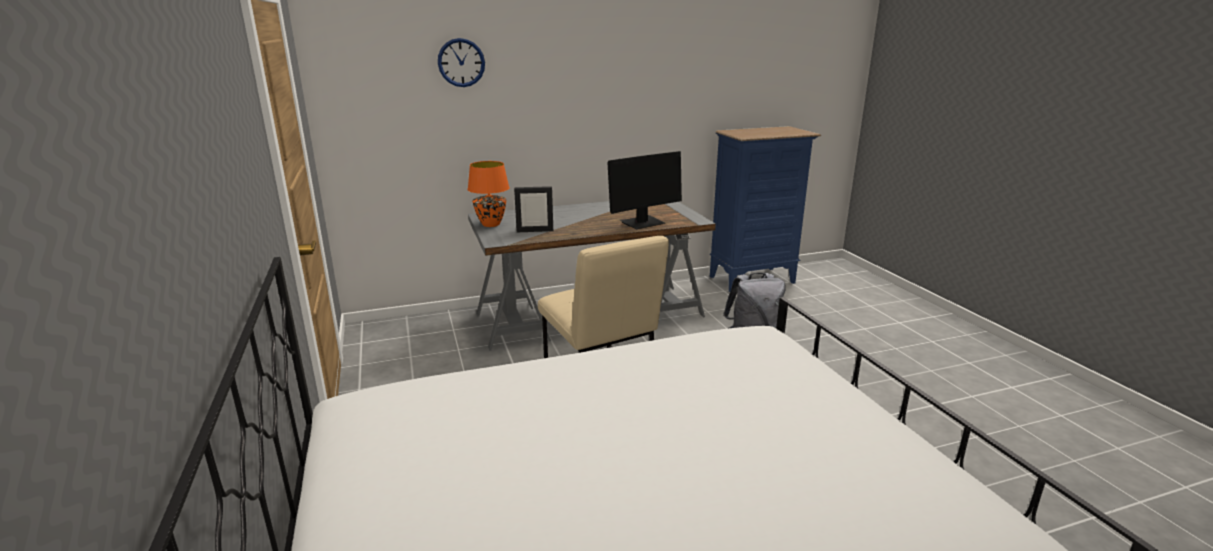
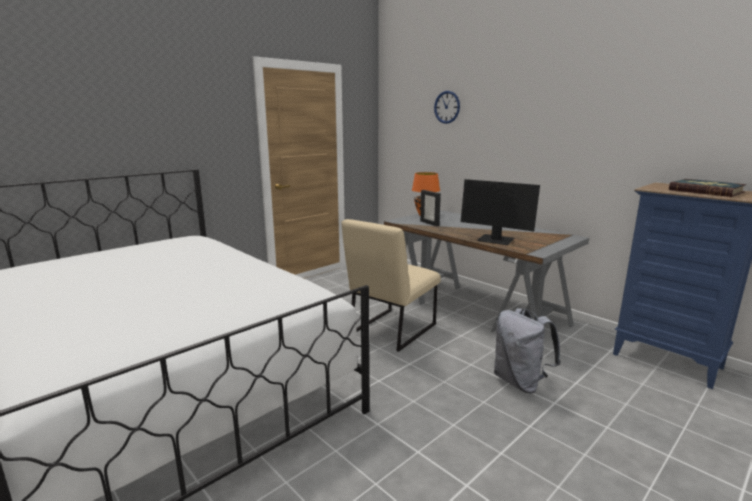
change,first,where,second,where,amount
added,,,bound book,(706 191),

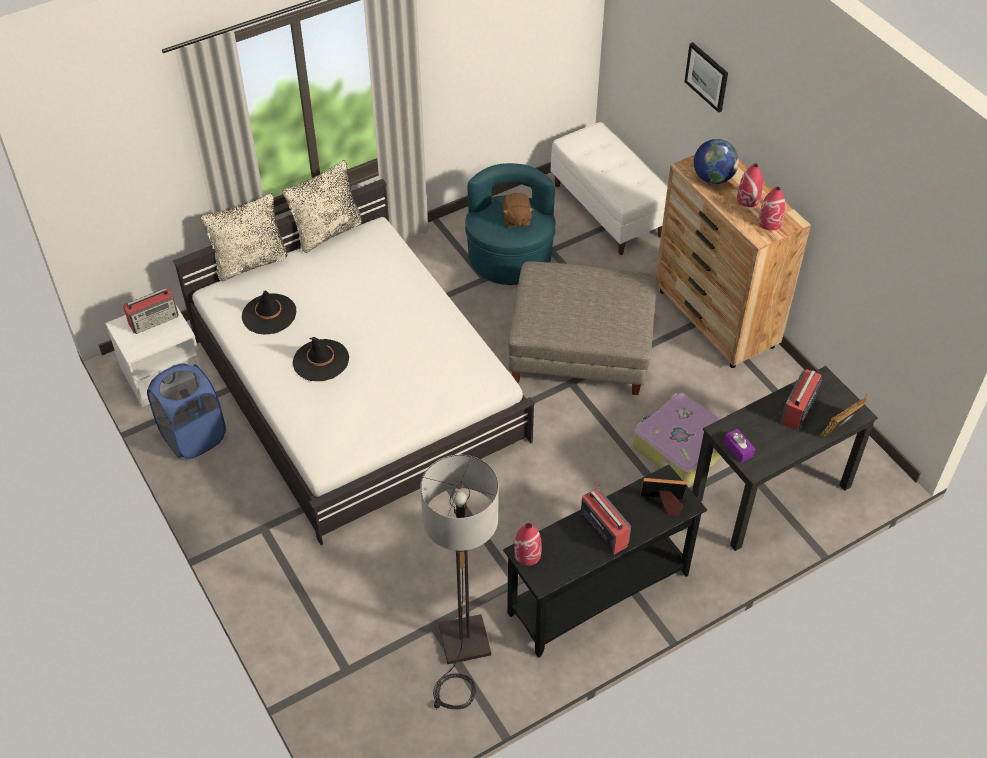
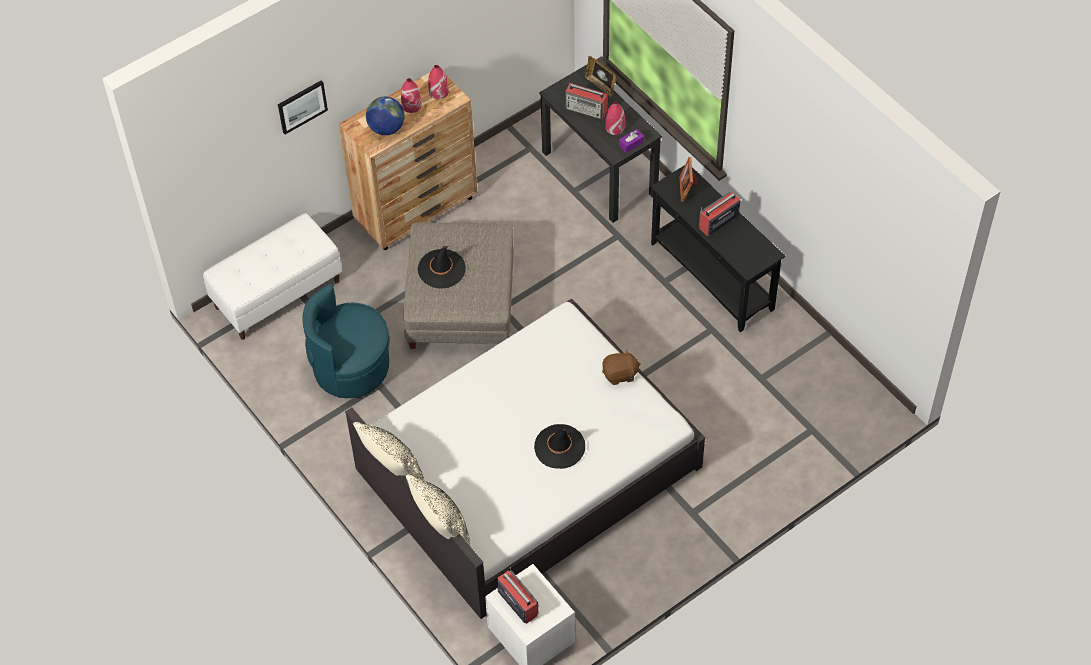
change,first,where,second,where,amount
removed,washing basket/blue,(194 437),,,
moved,hat/black-coloured,(269 314),,(441 269),
removed,standard lamp,(461 656),,,
moved,soft toy/brown-coloured,(516 219),,(620 374),
moved,flower vase/reddish,(527 554),,(615 127),
removed,travel case,(680 446),,,

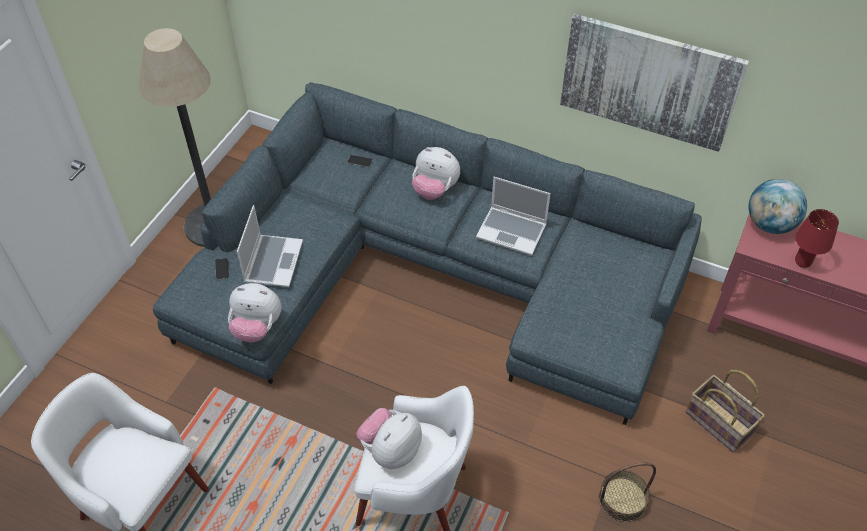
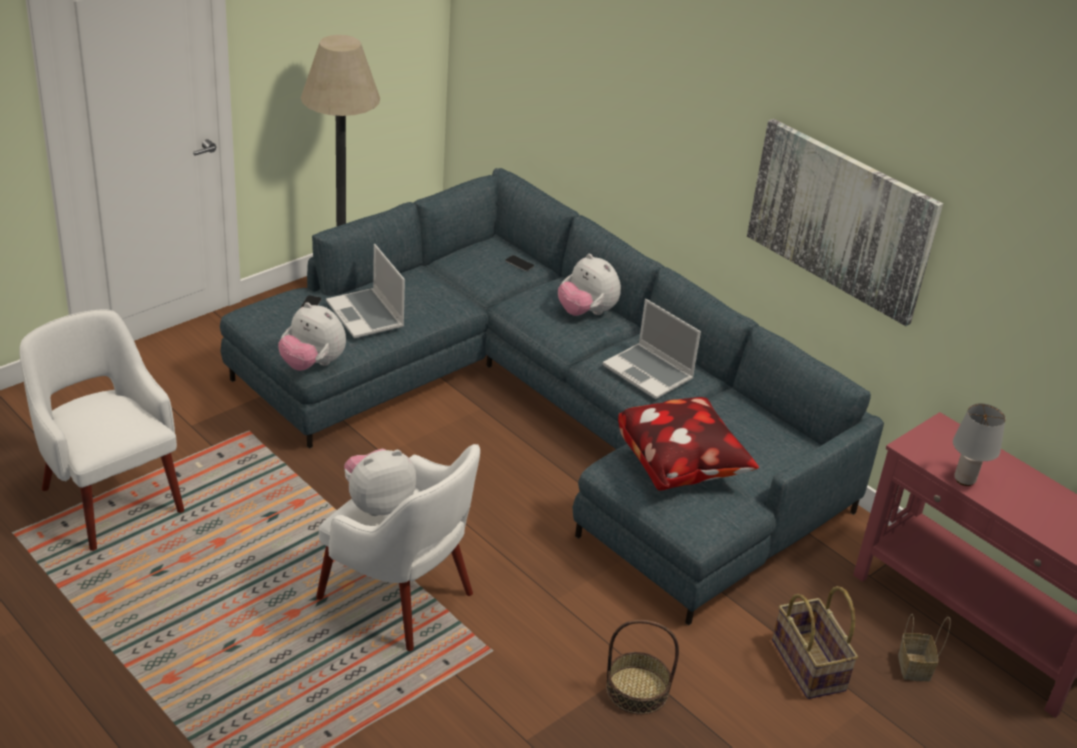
change,first,where,second,where,amount
turned,portable computer,(273 261),,(366 315),120 degrees clockwise
removed,world globe,(769 224),,,
recoloured,table lamp/reddish,(802 261),table lamp/grey,(964 479),
added,,,throw pillow,(681 466),
added,,,storage basket,(915 668),

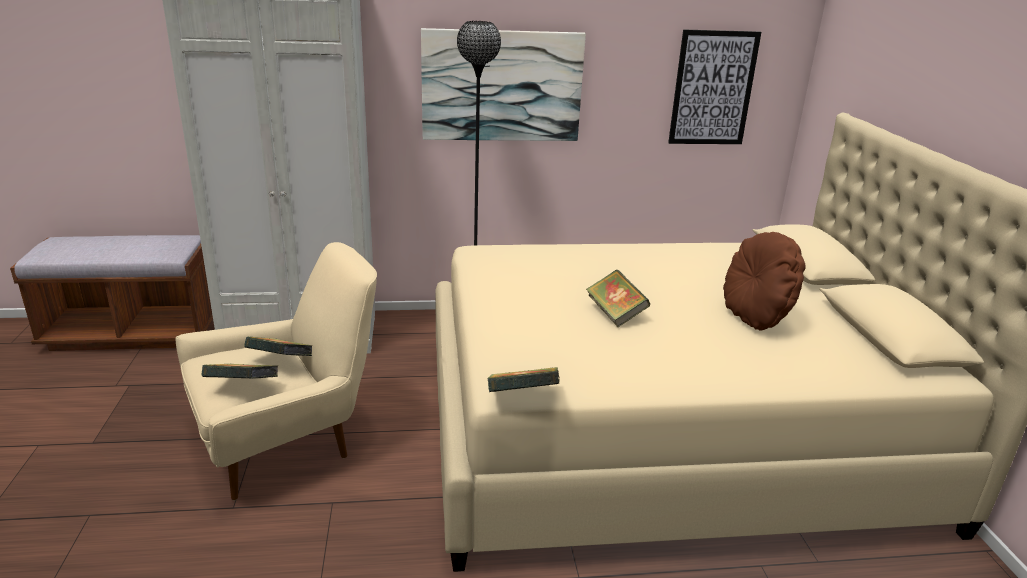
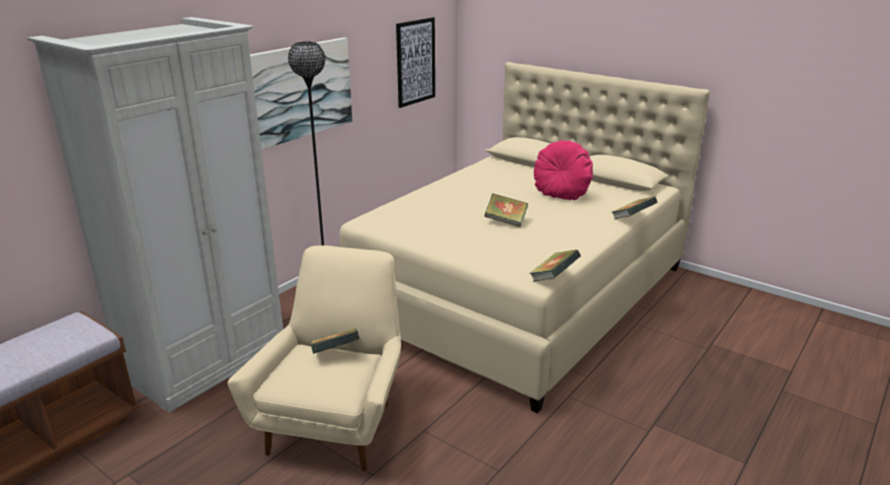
change,first,where,second,where,amount
moved,bound book,(243 388),,(632 219),
recoloured,throw pillow/brown-coloured,(754 318),throw pillow/pinkish,(561 196),

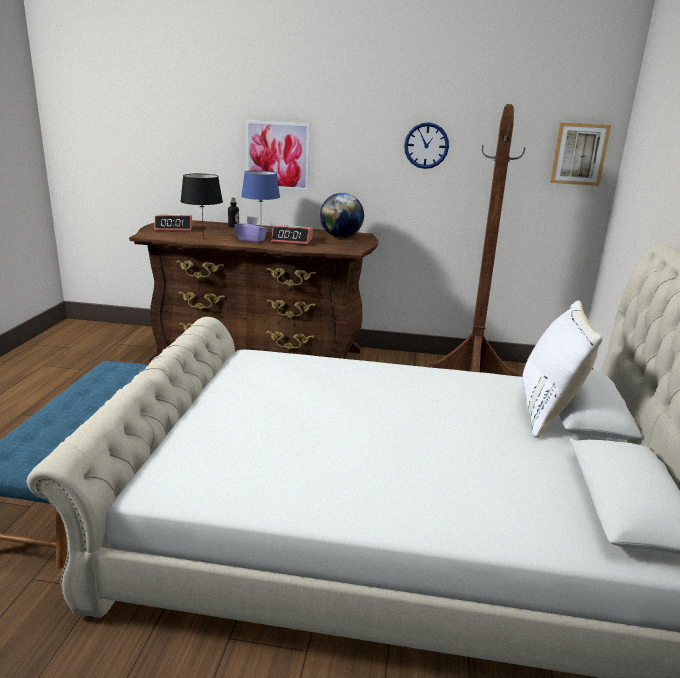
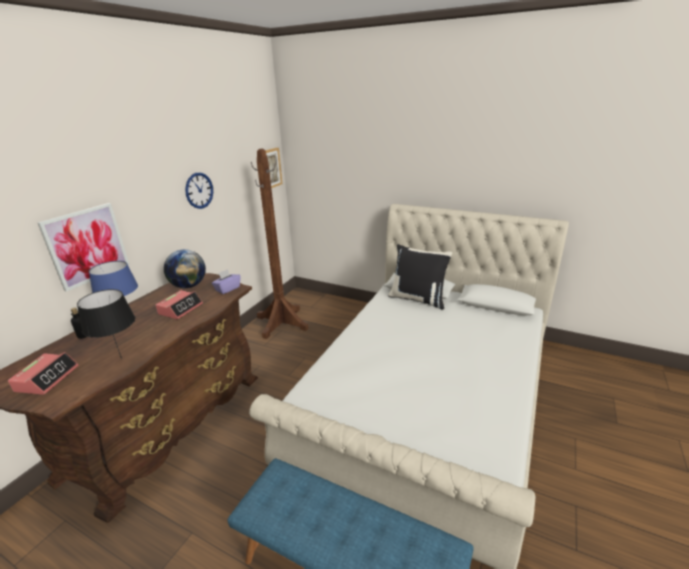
change,first,where,second,where,amount
moved,box of tissues/purplish,(251 240),,(227 289),
recoloured,throw pillow/white,(549 411),throw pillow/black-coloured,(418 299),

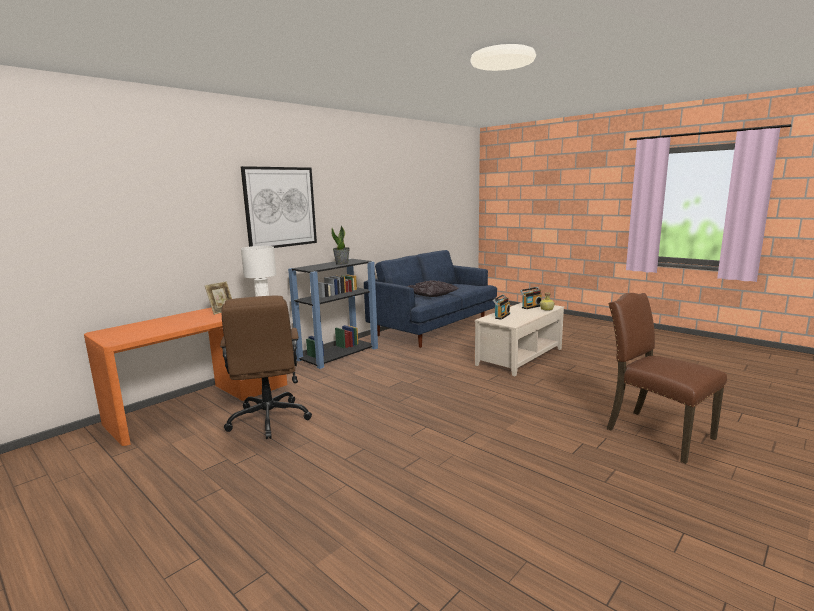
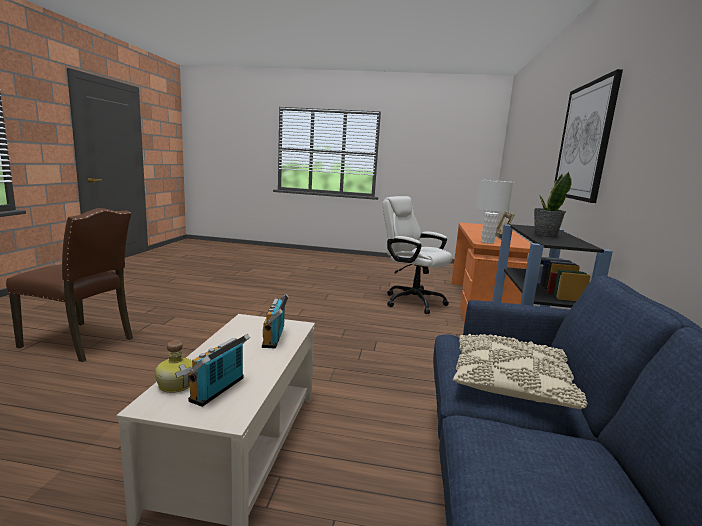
change,first,where,second,where,amount
recoloured,computer chair/brown-coloured,(269 421),computer chair/white,(411 301),
recoloured,throw pillow/black-coloured,(431 295),throw pillow/sand-coloured,(510 383),

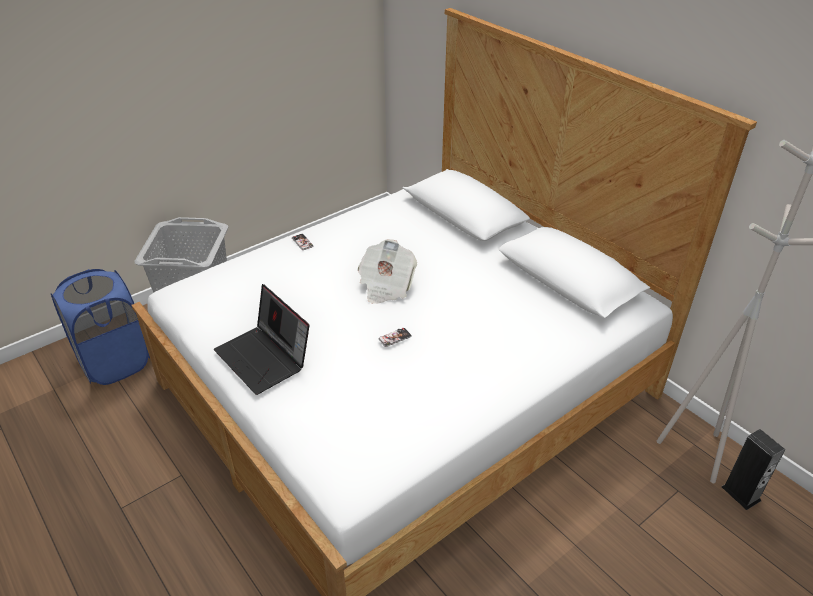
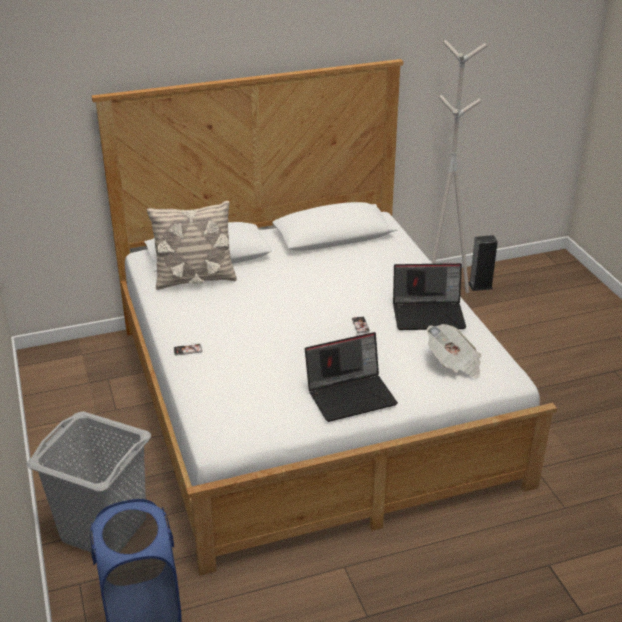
change,first,where,second,where,amount
moved,printed paper,(386 285),,(454 364),
added,,,throw pillow/sand-coloured,(195 280),
added,,,portable computer,(429 314),

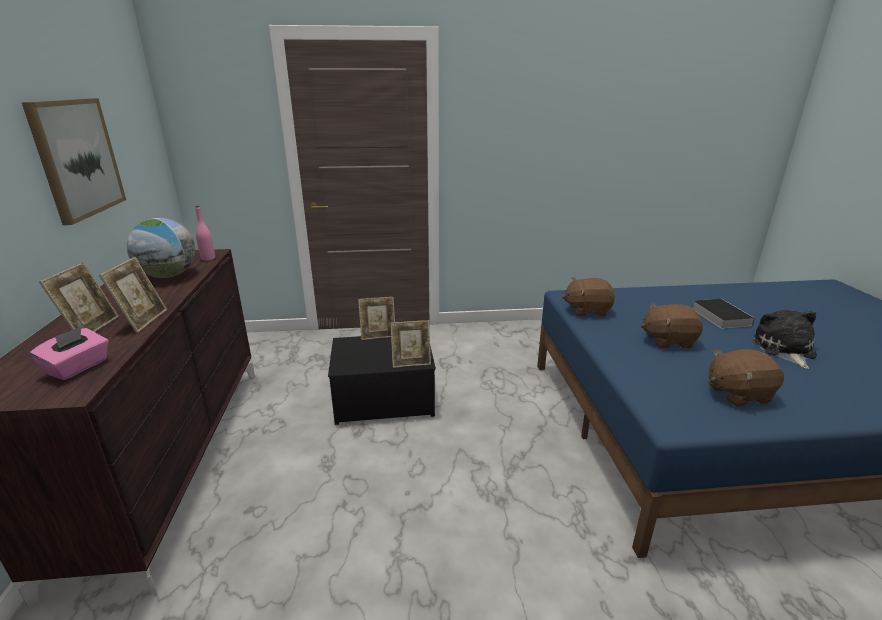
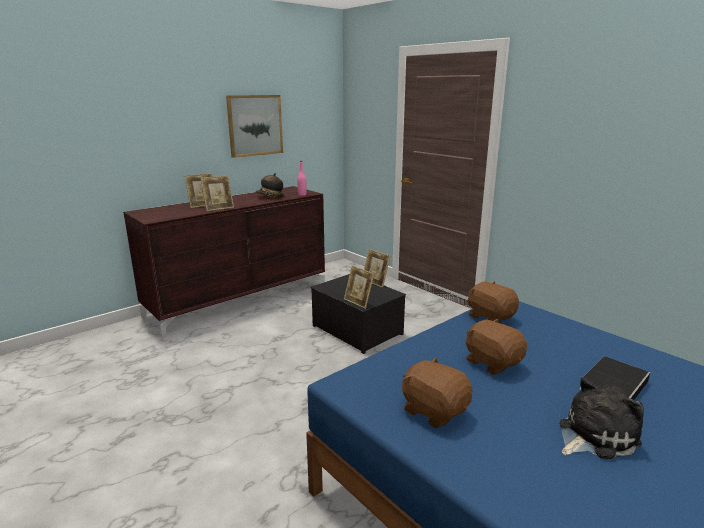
change,first,where,second,where,amount
removed,box of tissues/pinkish,(78 367),,,
replaced,world globe,(169 276),hat,(270 197),

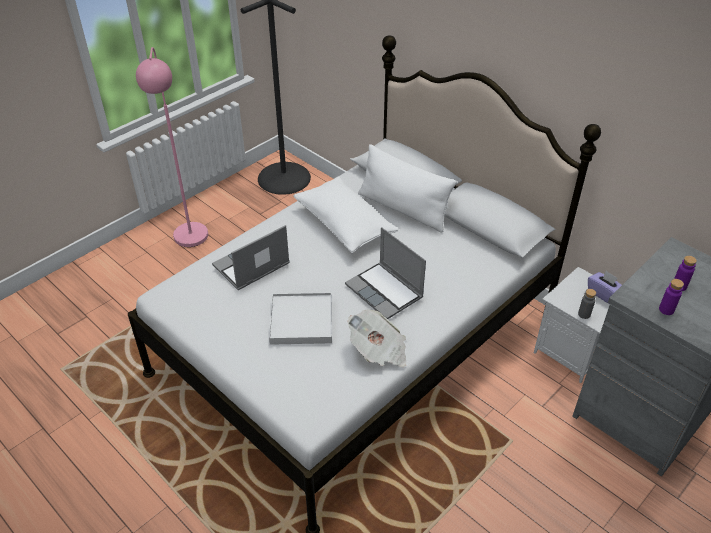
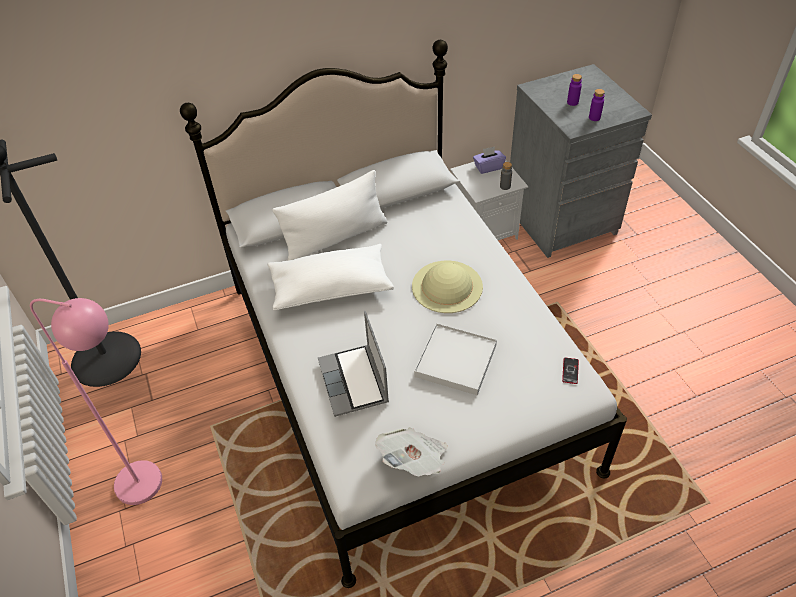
change,first,where,second,where,amount
replaced,portable computer,(385 291),hat/sand-coloured,(447 286),
moved,printed paper,(379 351),,(414 460),
added,,,handset,(570 371),

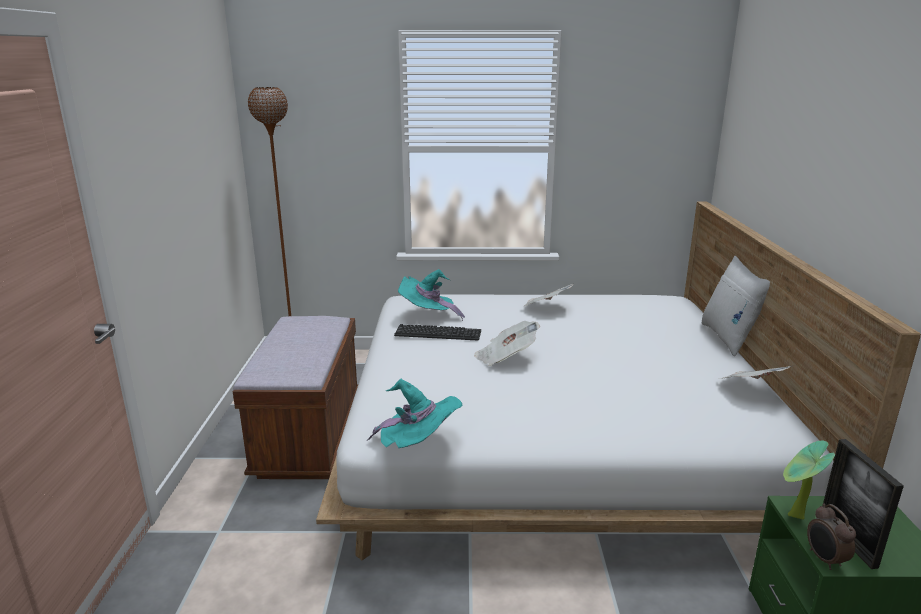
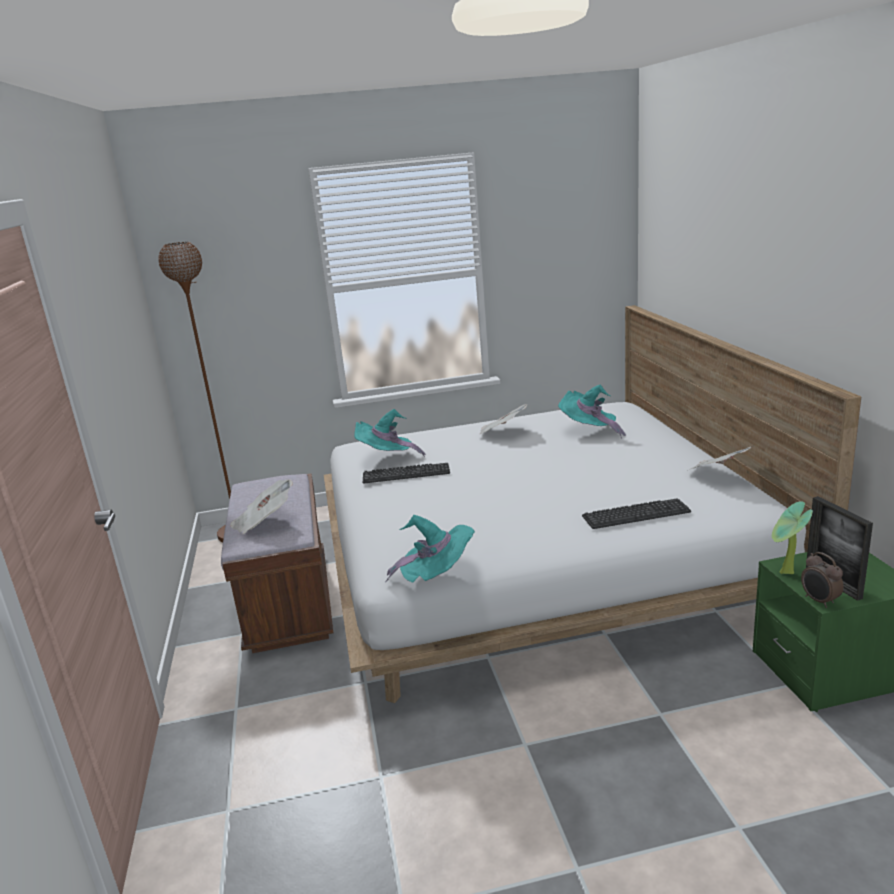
change,first,where,second,where,amount
moved,printed paper,(505 358),,(264 522),
removed,throw pillow/grey,(728 339),,,
added,,,hat/turquoise-coloured,(589 431),
added,,,computer keyboard,(636 514),

